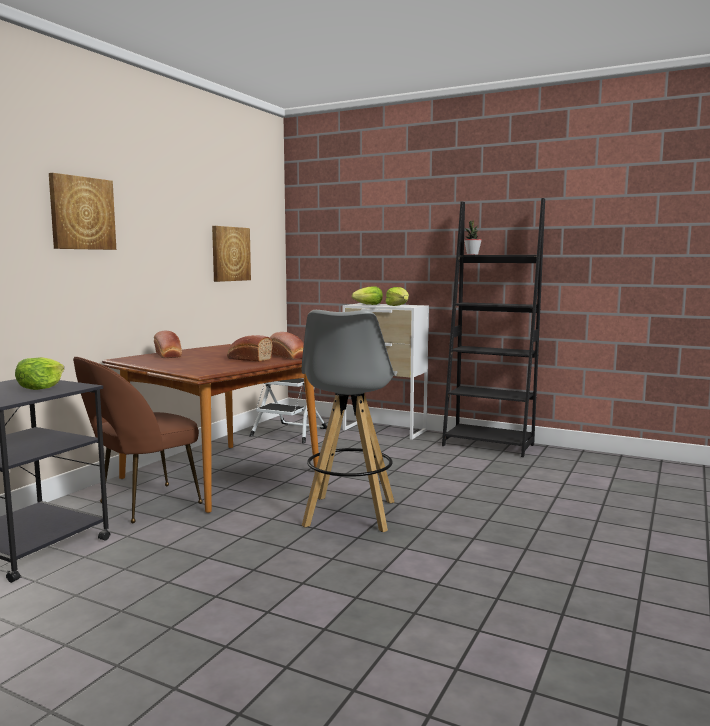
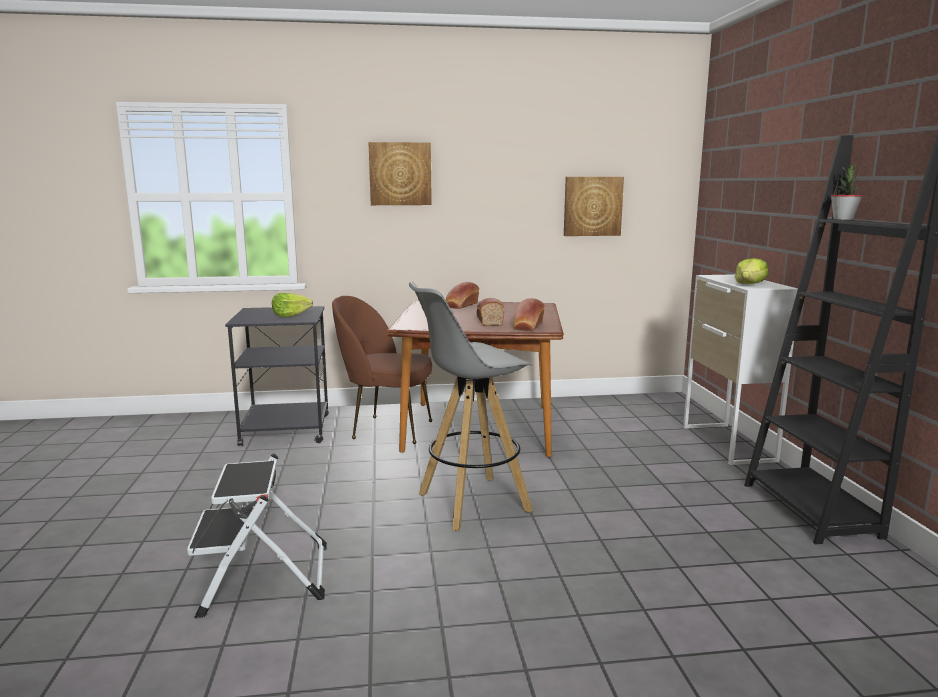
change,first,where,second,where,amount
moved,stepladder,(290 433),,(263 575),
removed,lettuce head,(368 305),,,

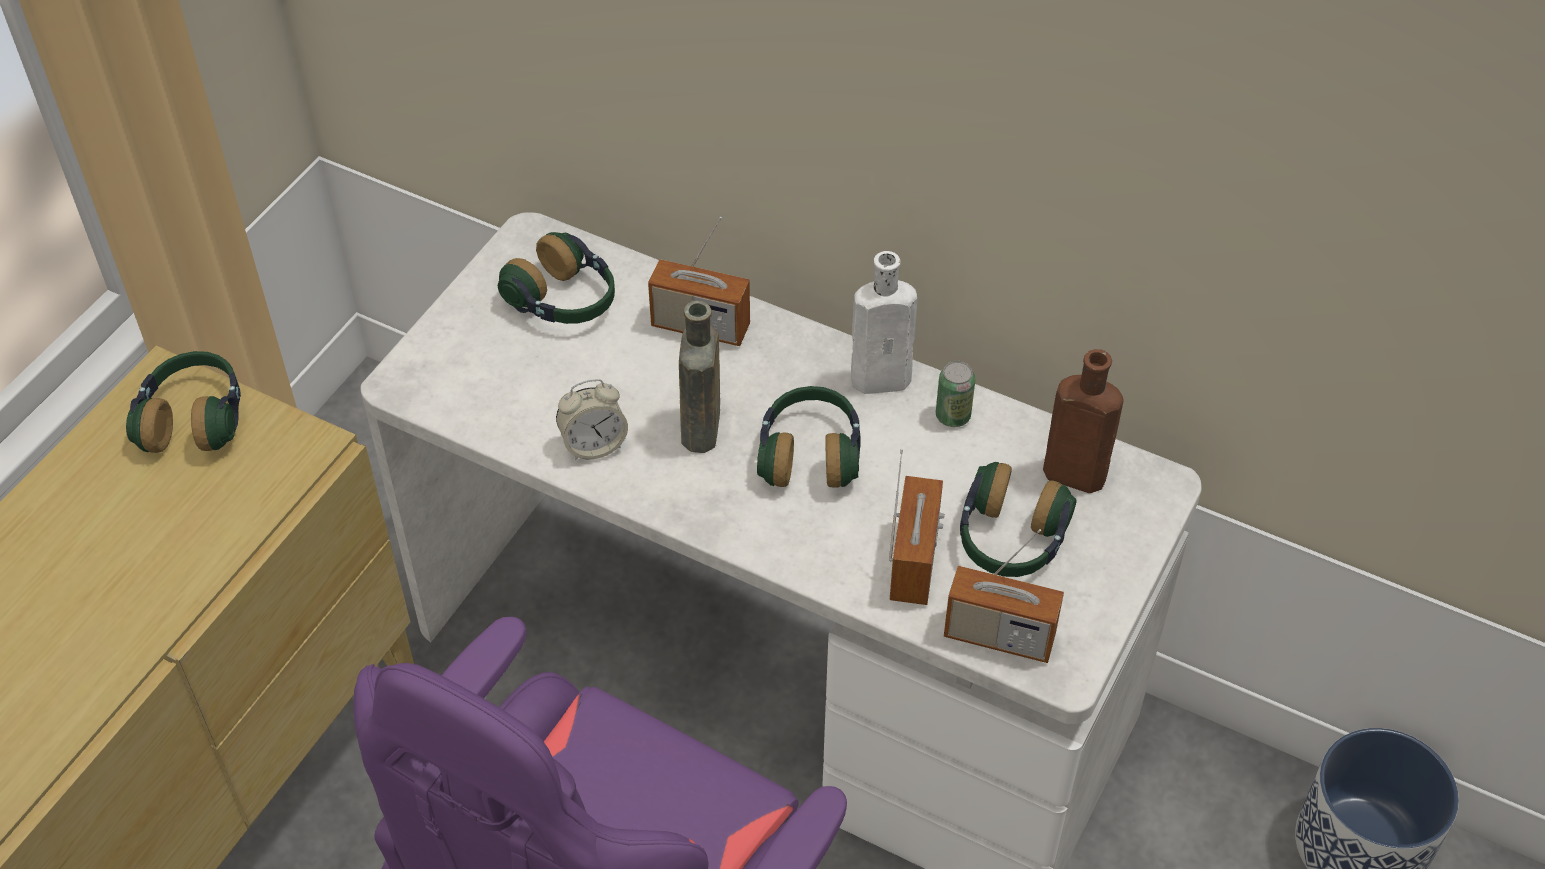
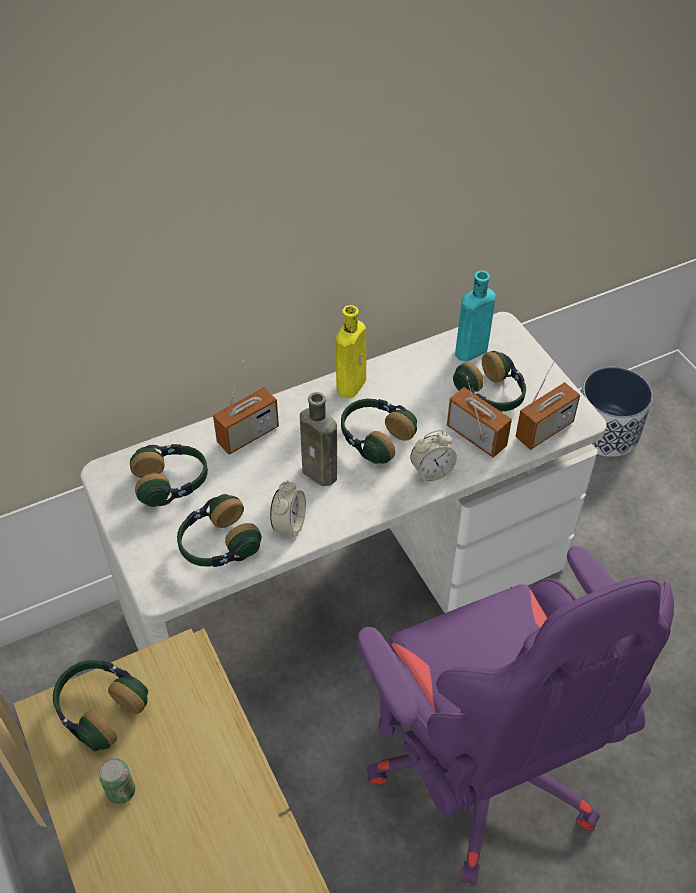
change,first,where,second,where,amount
recoloured,bottle/white,(885 378),bottle/yellowish,(352 383),
moved,can,(953 416),,(121 791),
recoloured,bottle/brown-coloured,(1069 473),bottle/turquoise-coloured,(469 352),
added,,,pair of headphones,(217 545),
added,,,alarm clock,(432 471),

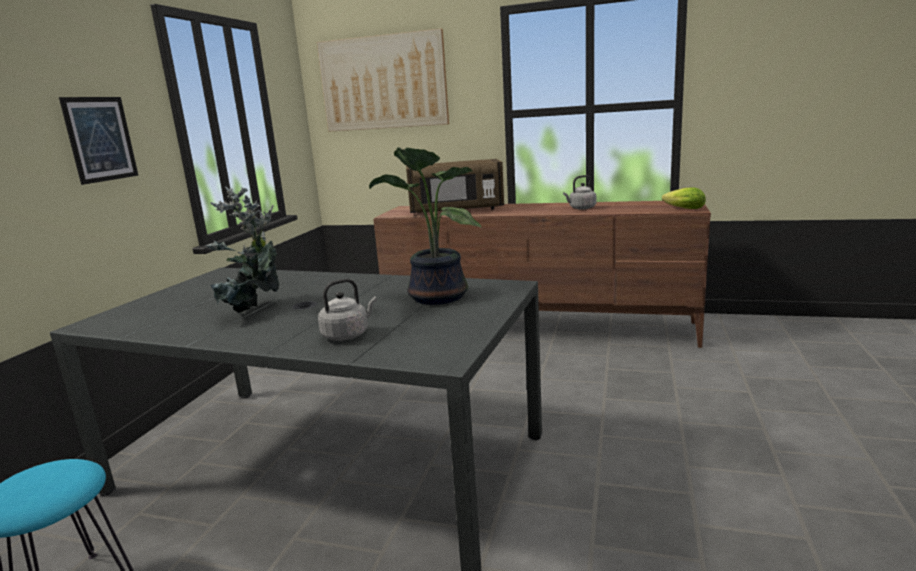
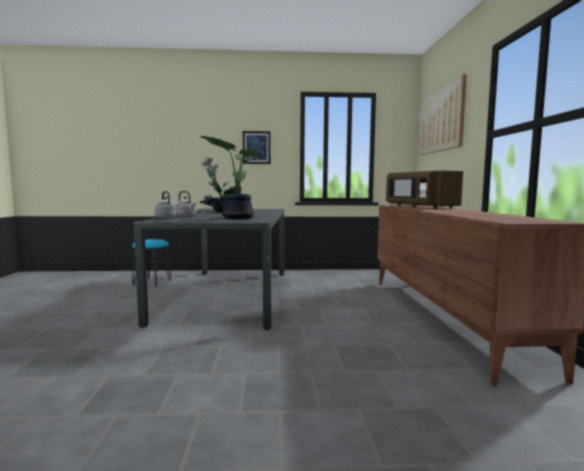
change,first,where,second,where,amount
moved,kettle/grey,(581 208),,(165 217),
removed,lettuce head,(682 208),,,

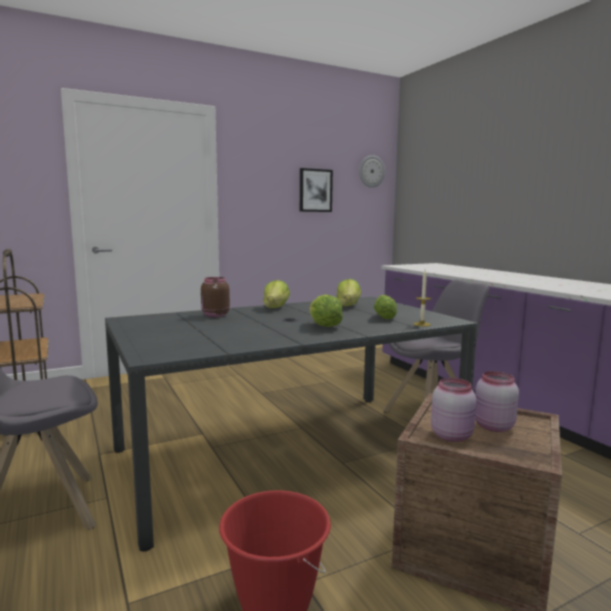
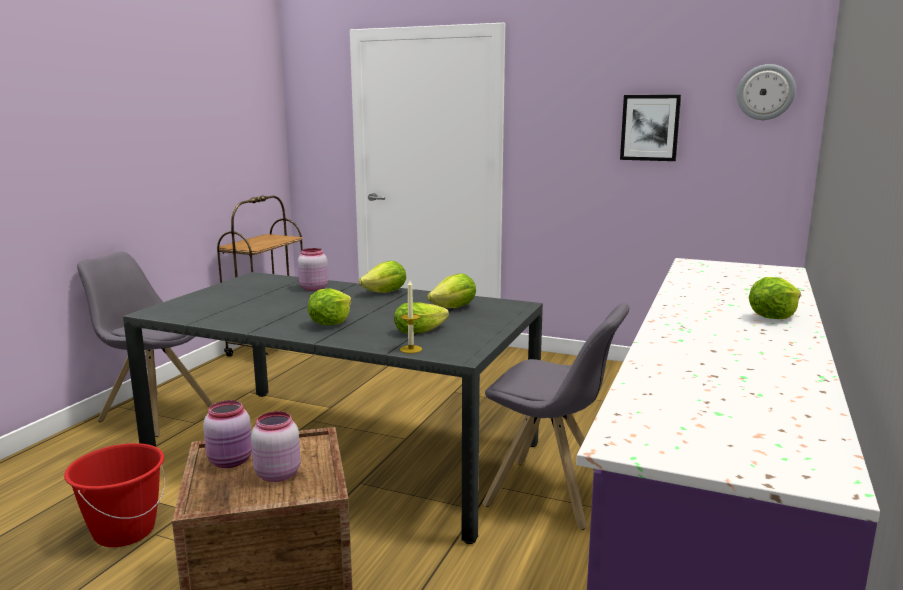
change,first,where,second,where,amount
recoloured,preserve jar/brown-coloured,(214 315),preserve jar/pinkish,(313 288),
added,,,lettuce head,(772 317),

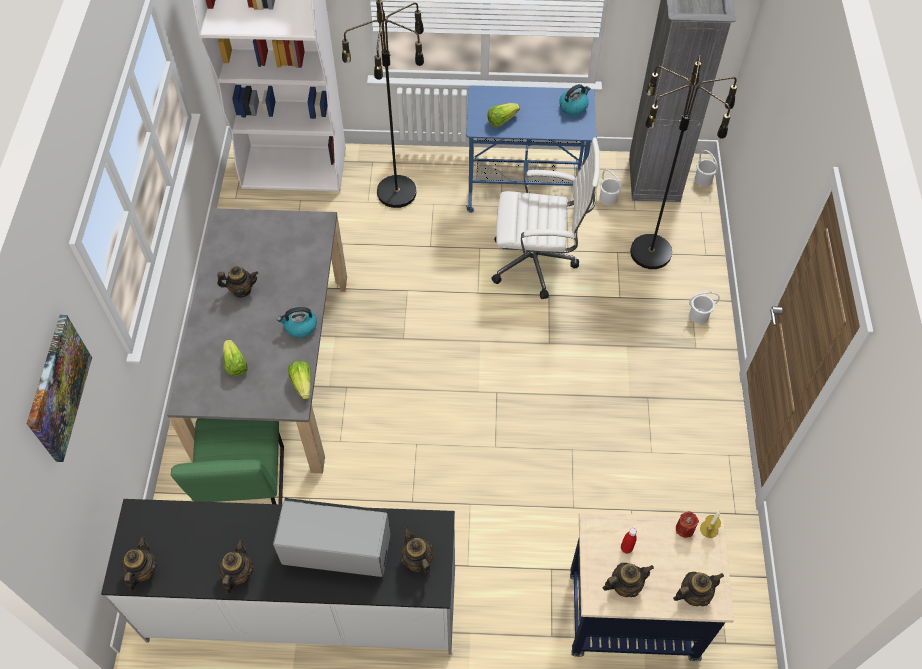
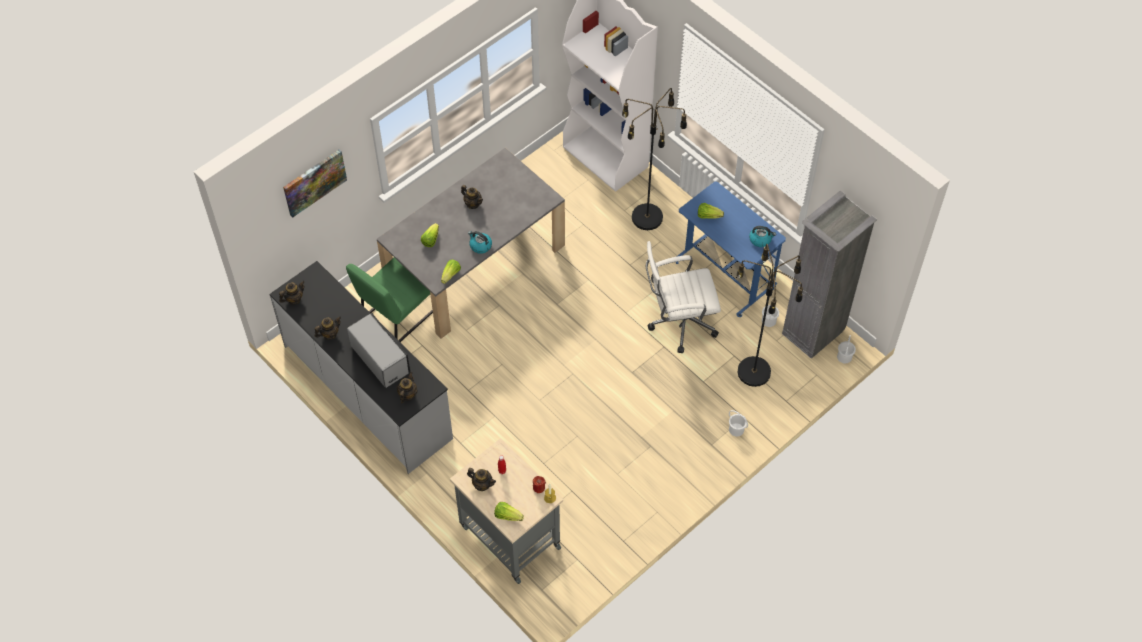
change,first,where,second,where,amount
turned,computer chair/white,(537 263),,(679 323),120 degrees clockwise
recoloured,wheeled cart/blue,(630 618),wheeled cart/grey,(509 536),
replaced,tea pot,(693 594),lettuce head,(507 515),

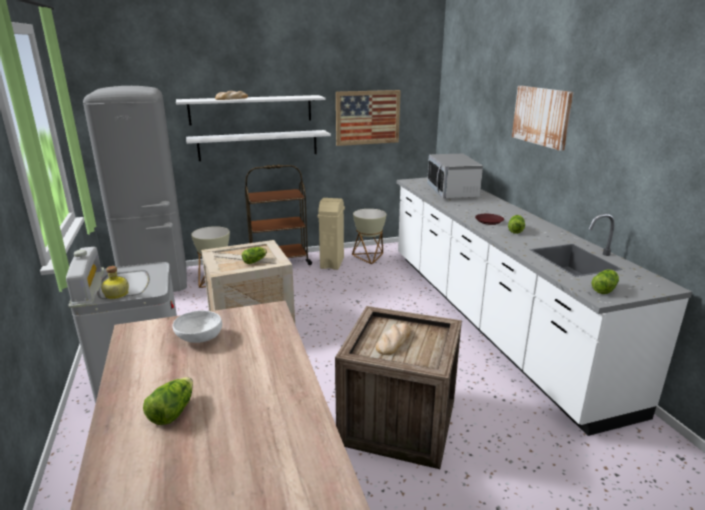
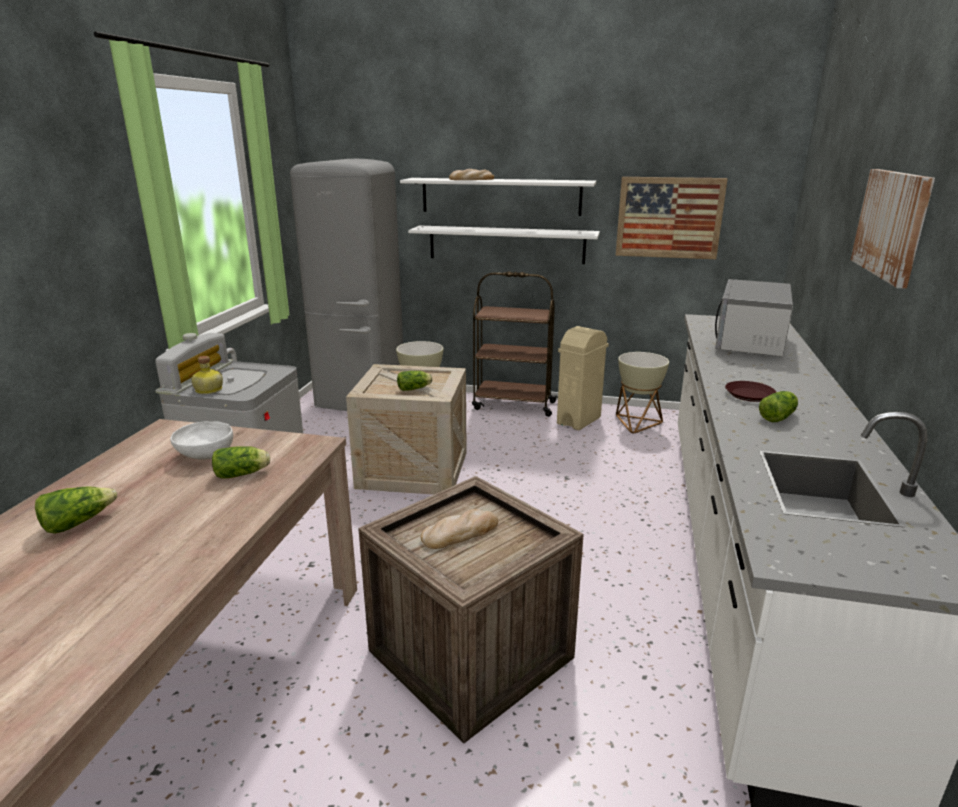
change,first,where,second,where,amount
moved,lettuce head,(605 289),,(243 474),

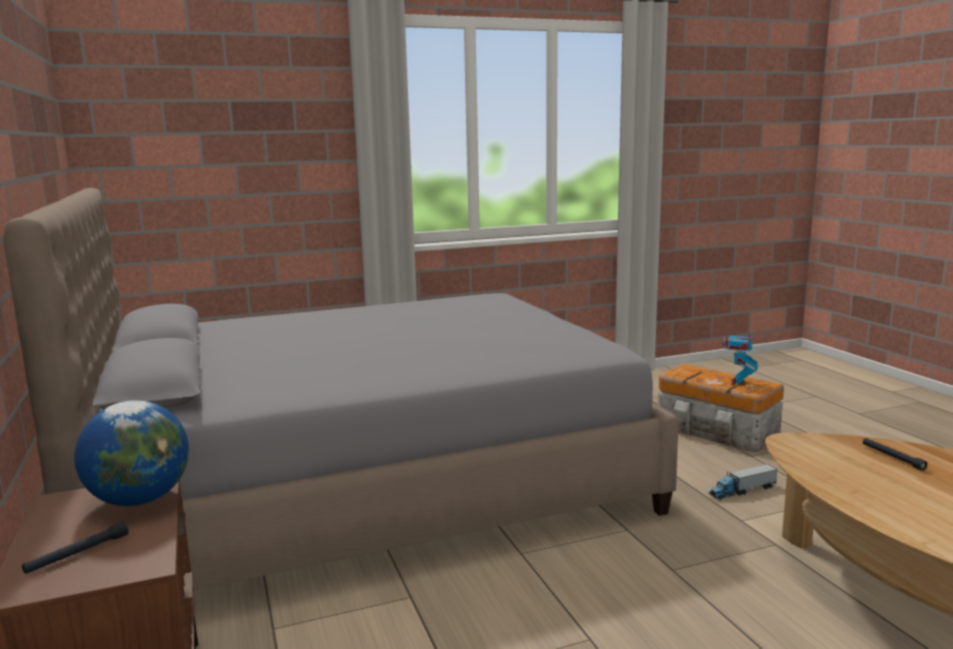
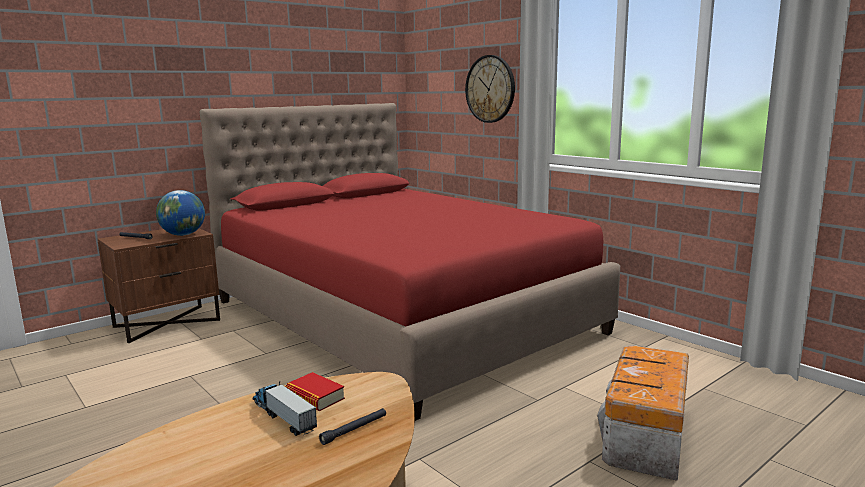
change,first,where,second,where,amount
recoloured,bedroom bed/grey,(365 484),bedroom bed/reddish,(400 316),
moved,model truck,(742 491),,(283 416),
removed,model robot,(738 383),,,
added,,,bound book,(315 397),
added,,,clock on the wall,(490 89),

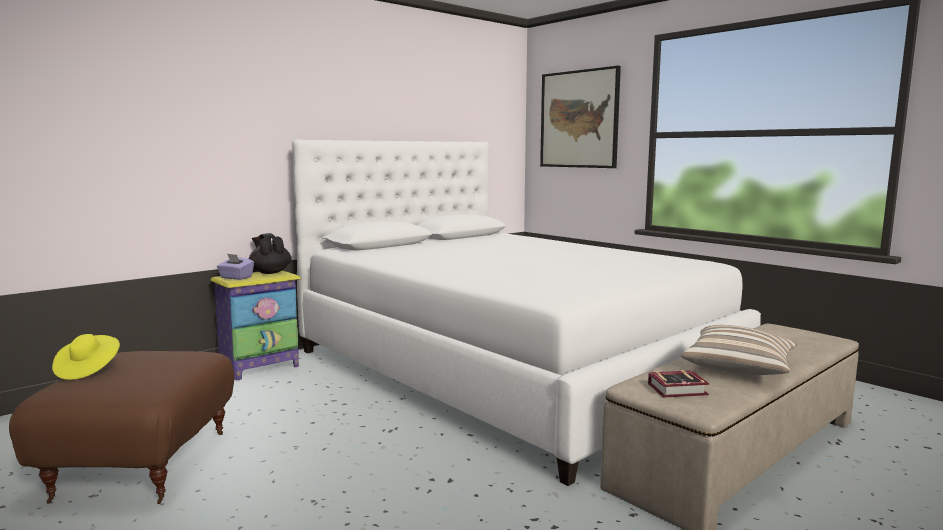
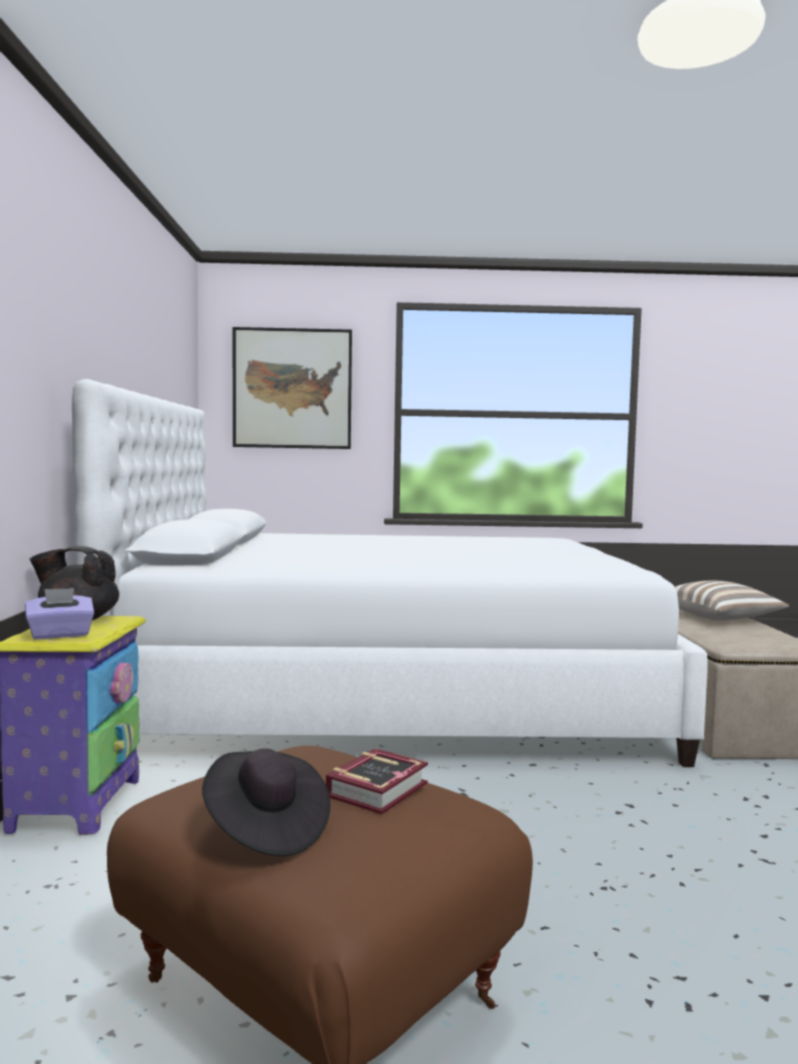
change,first,where,second,where,amount
recoloured,hat/yellowish,(88 370),hat/black-coloured,(265 829),
moved,bound book,(680 390),,(382 789),

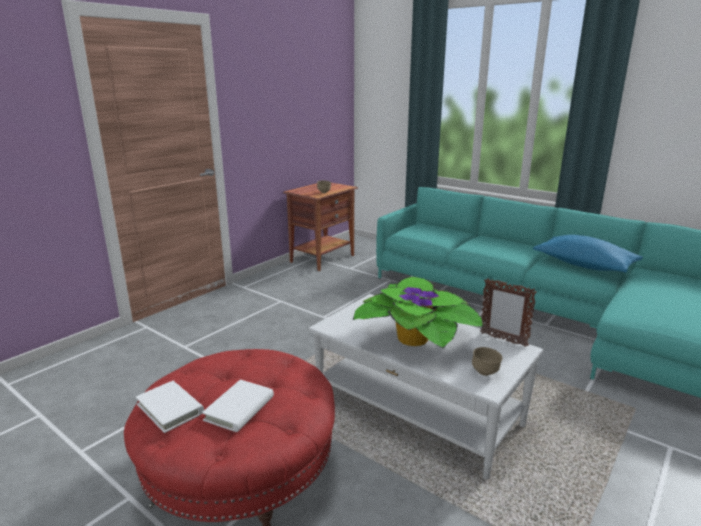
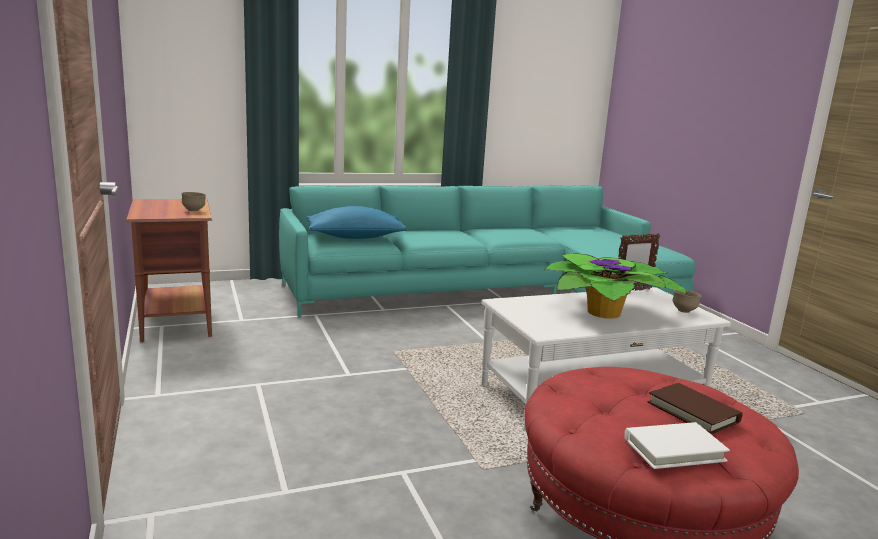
change,first,where,second,where,amount
recoloured,bound book/white,(239 408),bound book/brown-coloured,(693 412),
moved,throw pillow/blue,(584 265),,(355 237),

